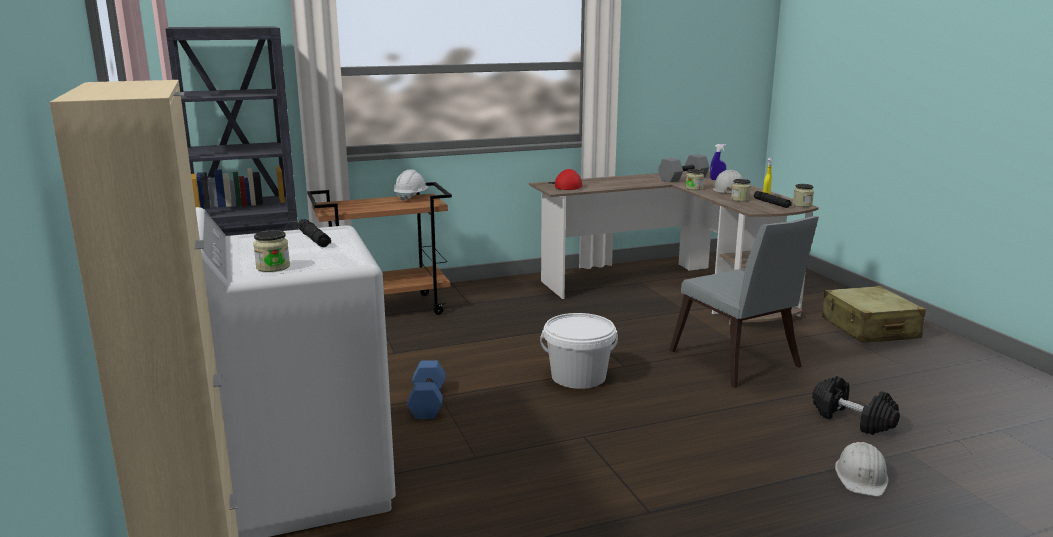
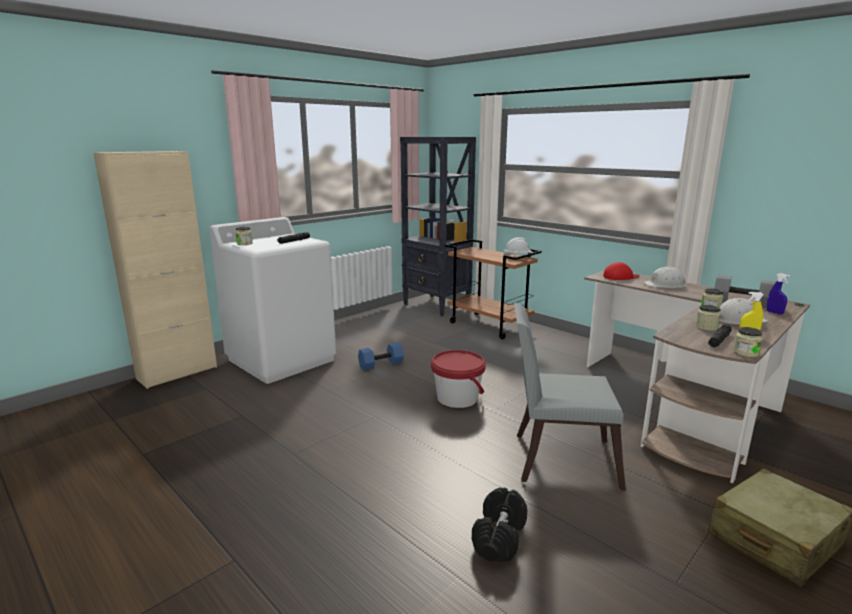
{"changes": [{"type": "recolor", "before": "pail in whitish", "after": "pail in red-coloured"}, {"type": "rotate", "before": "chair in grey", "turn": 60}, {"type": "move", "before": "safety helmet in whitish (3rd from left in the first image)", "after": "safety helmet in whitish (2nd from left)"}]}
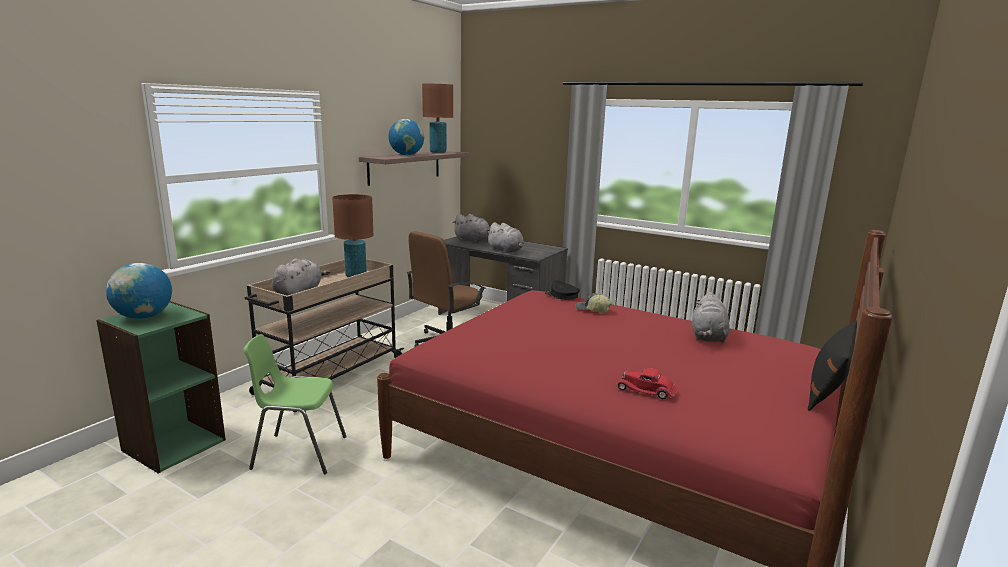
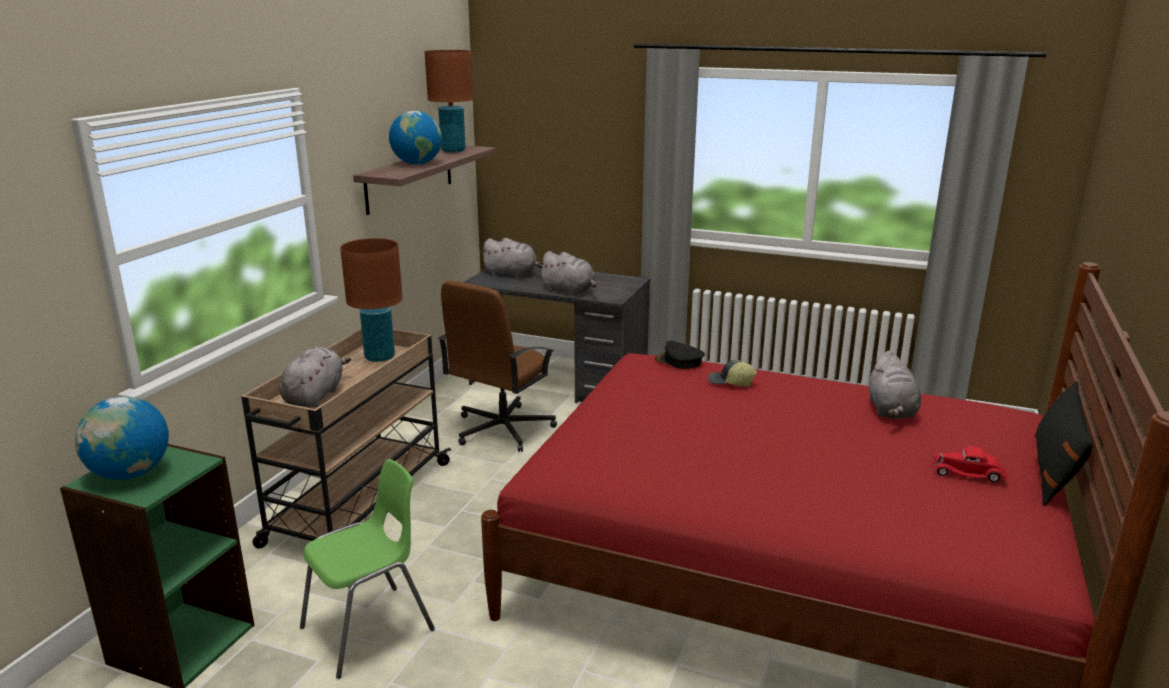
{"changes": [{"type": "rotate", "before": "chair in green", "turn": 150}, {"type": "move", "before": "model car in red-coloured"}]}
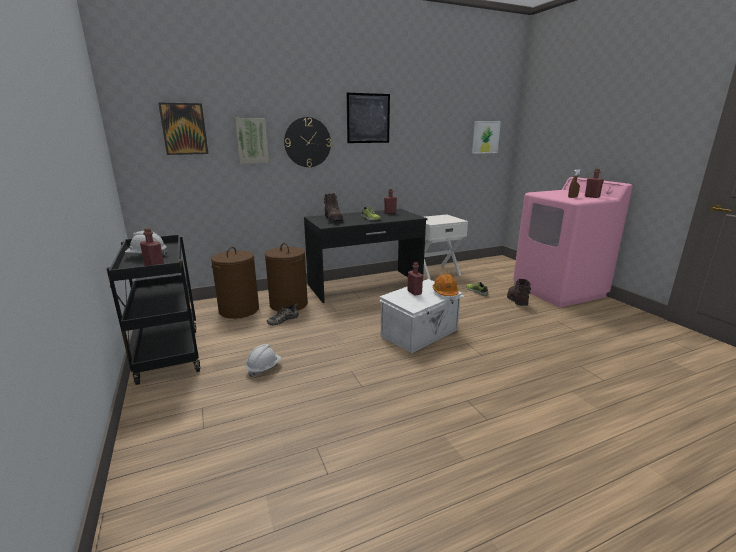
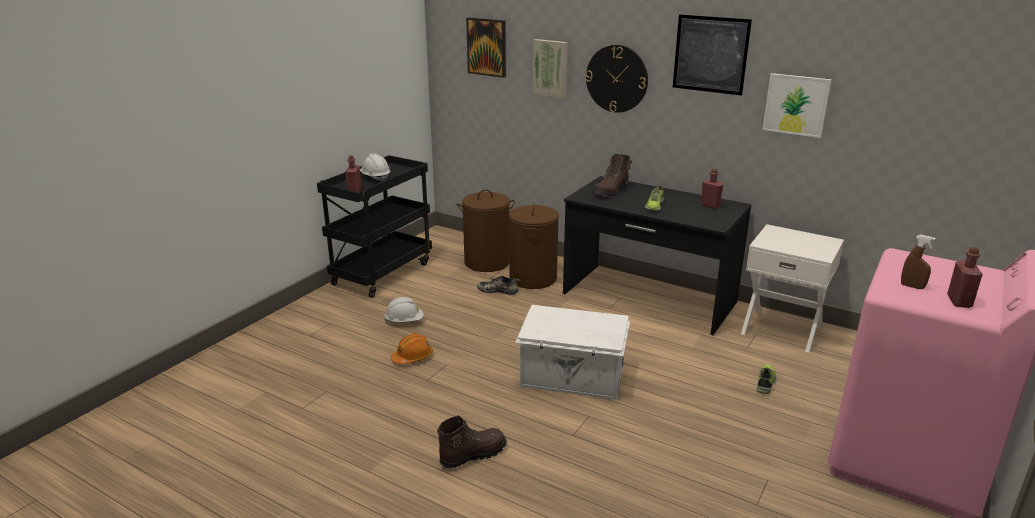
{"changes": [{"type": "delete", "before": "drink bottle in red-coloured (3rd from left)"}, {"type": "move", "before": "safety helmet in orange"}, {"type": "move", "before": "wall picture (4th from left)"}, {"type": "move", "before": "tall boot in brown (2nd from left in the first image)", "after": "tall boot in brown (1st from left)"}]}
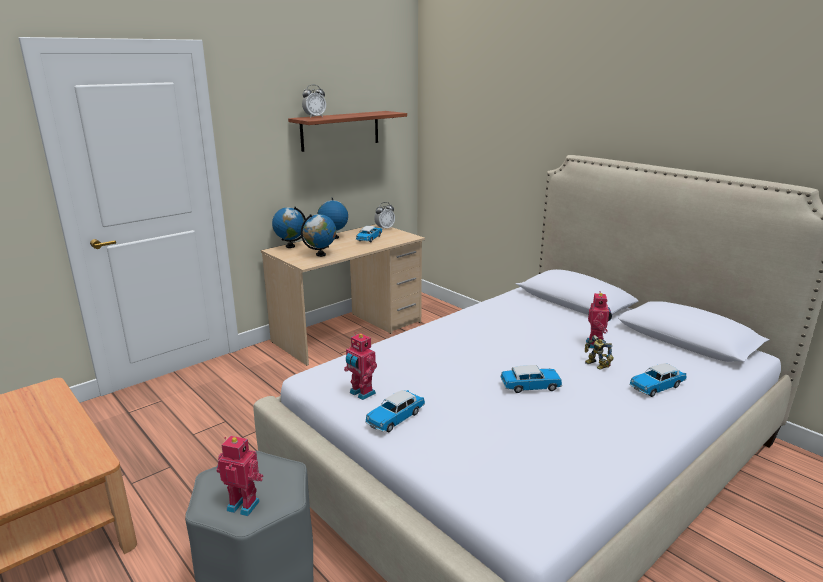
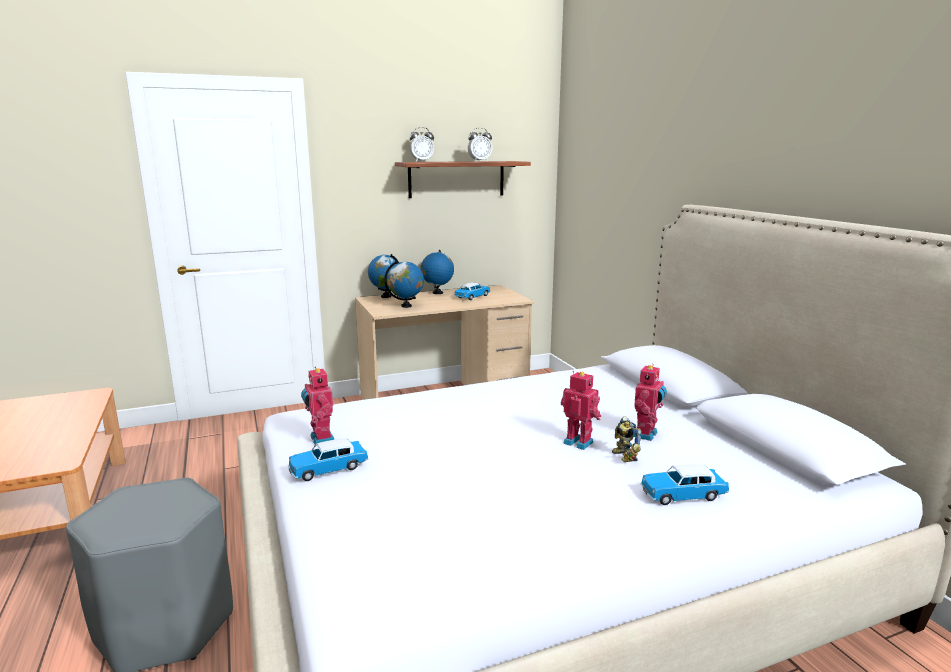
{"changes": [{"type": "move", "before": "toy robot (1st from left in the first image)", "after": "toy robot (2nd from left)"}, {"type": "move", "before": "table clock (2nd from left)"}, {"type": "delete", "before": "model car (3rd from left)"}]}
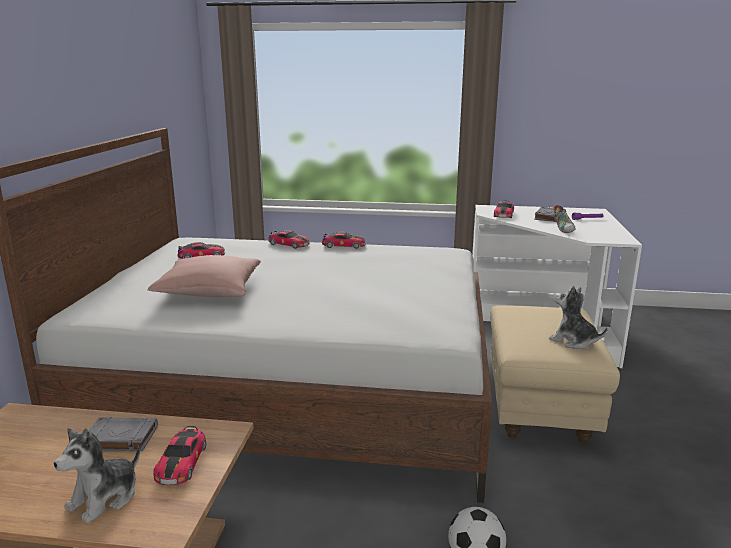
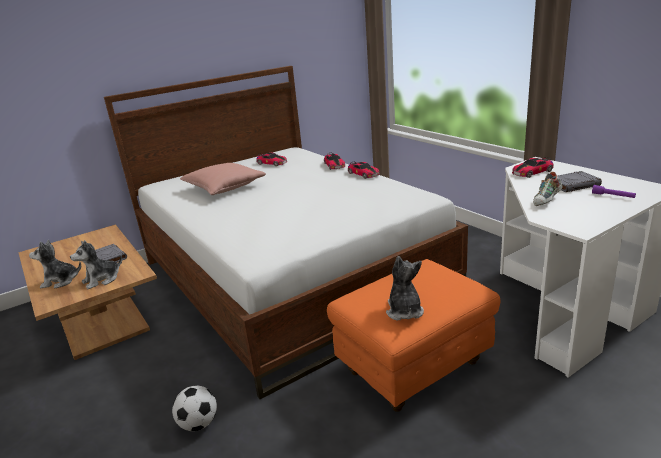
{"changes": [{"type": "replace", "before": "model car (1st from left)", "after": "plush toy (2nd from left)"}, {"type": "recolor", "before": "footrest in beige", "after": "footrest in orange"}]}
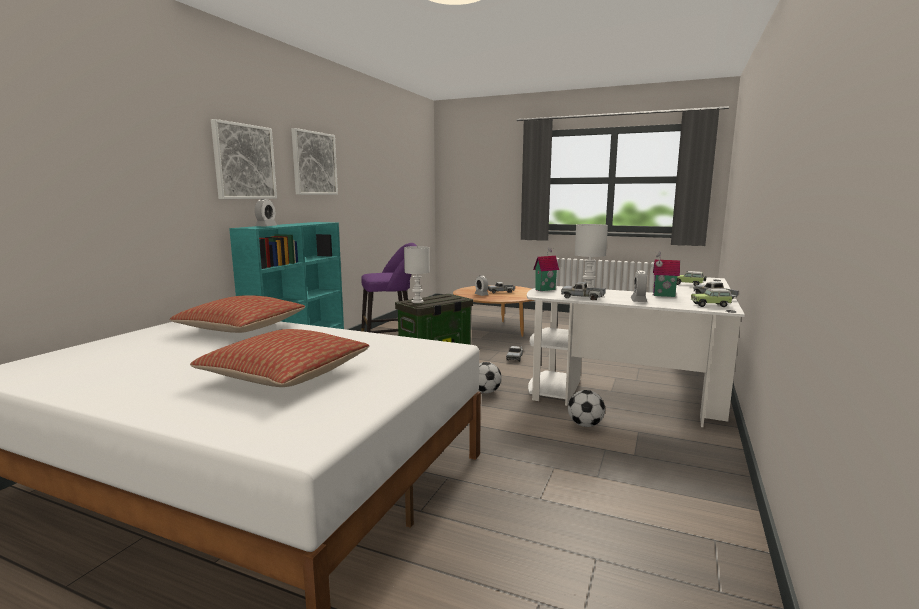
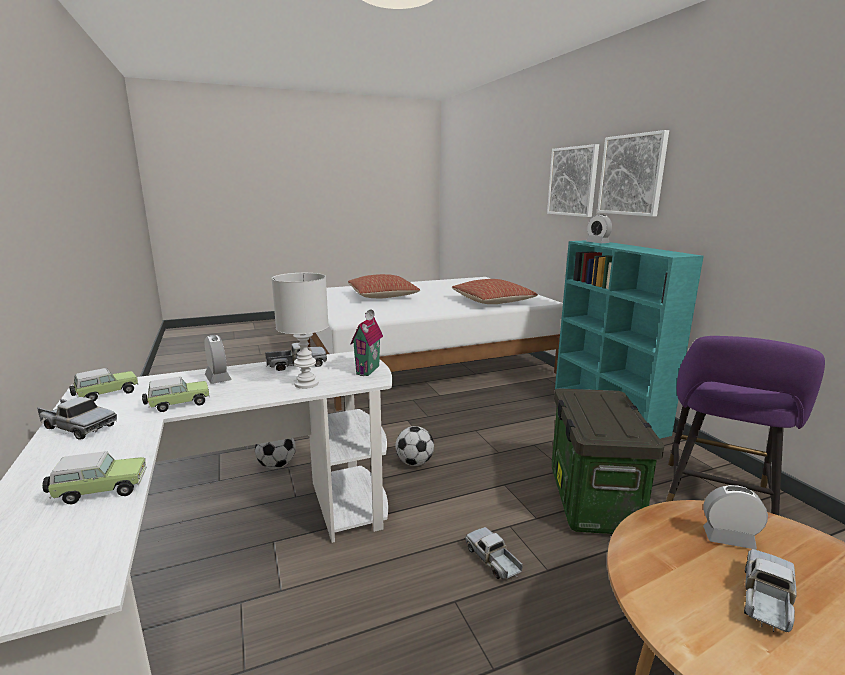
{"changes": [{"type": "move", "before": "wall picture (2nd from left in the first image)", "after": "wall picture (1st from left)"}, {"type": "delete", "before": "table lamp in whitish (1st from left)"}, {"type": "replace", "before": "model house (2nd from left)", "after": "model car (3rd from left)"}]}
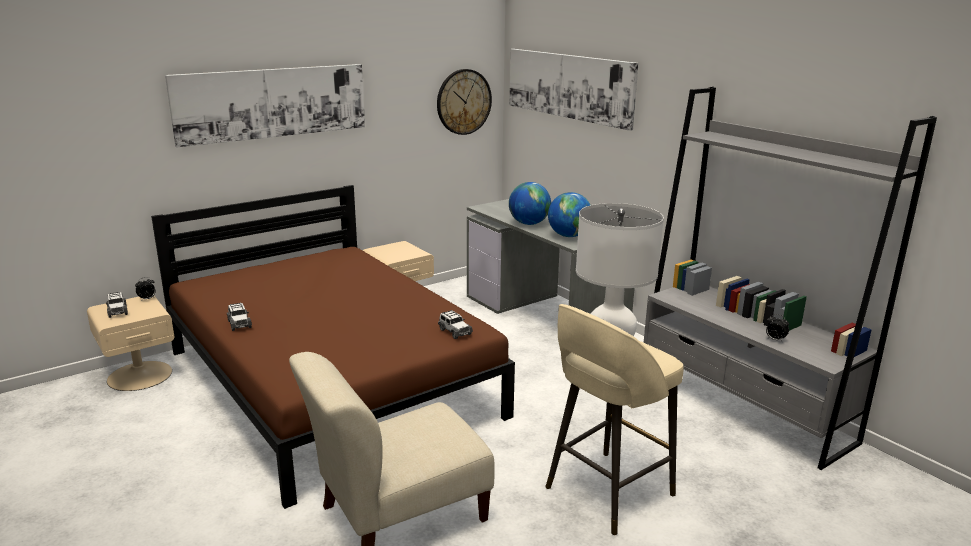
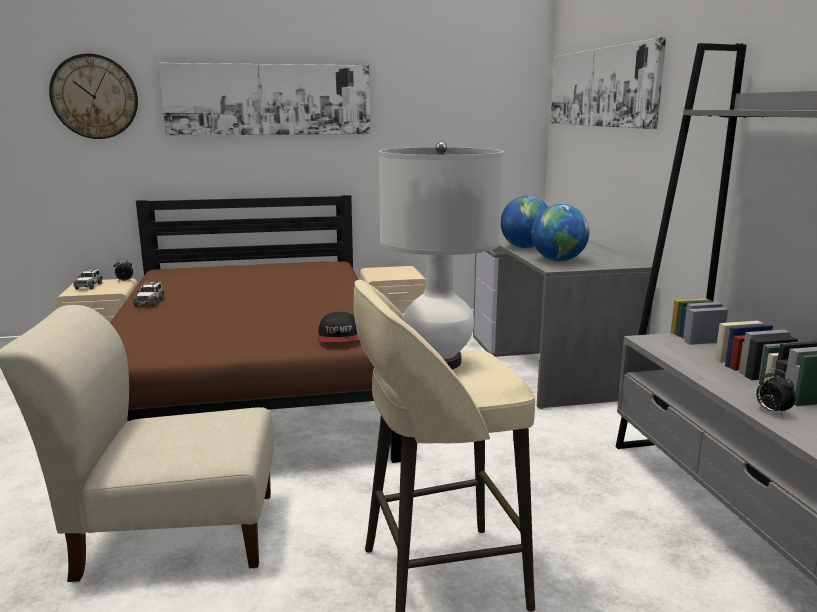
{"changes": [{"type": "move", "before": "clock on the wall"}, {"type": "replace", "before": "model car (3rd from left)", "after": "peaked cap"}]}
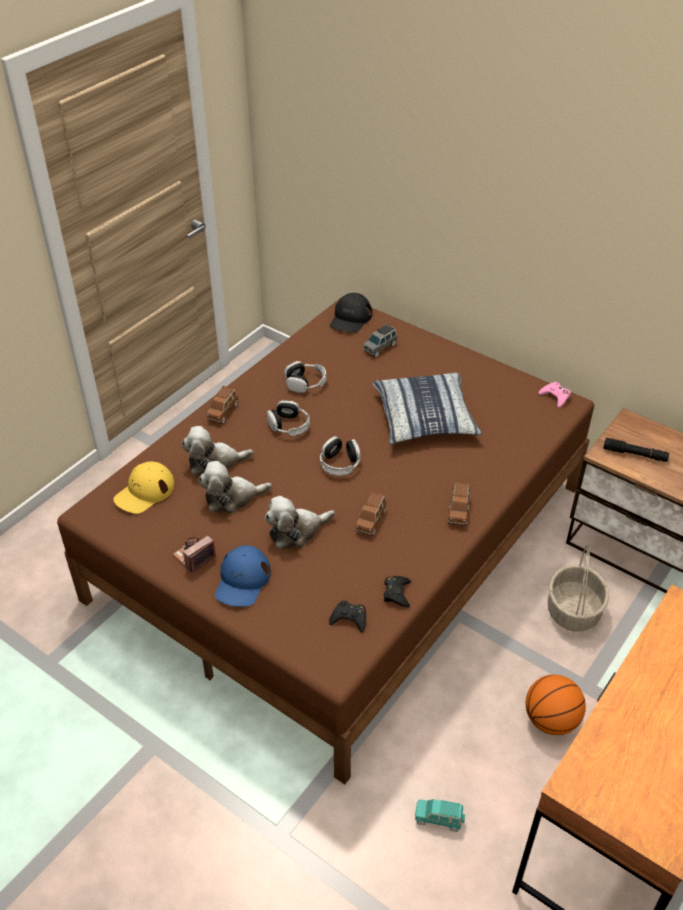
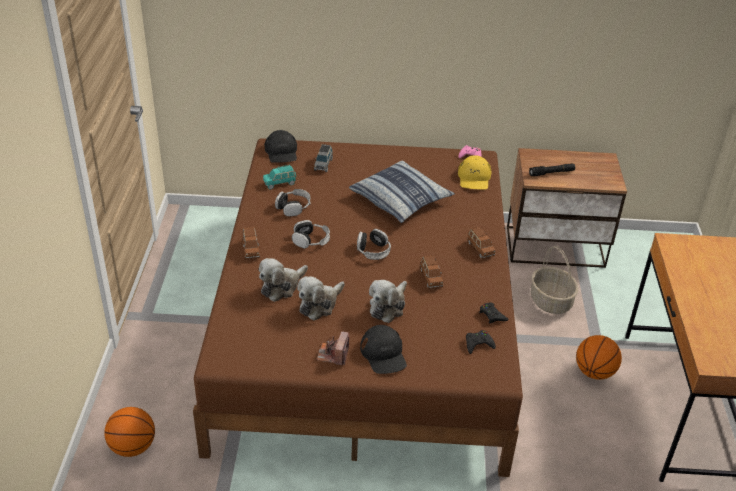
{"changes": [{"type": "move", "before": "peaked cap in yellowish"}, {"type": "recolor", "before": "peaked cap in blue", "after": "peaked cap in blackish (2nd from left)"}, {"type": "move", "before": "model car in blue-green"}, {"type": "insert", "after": "basketball (1st from left)"}]}
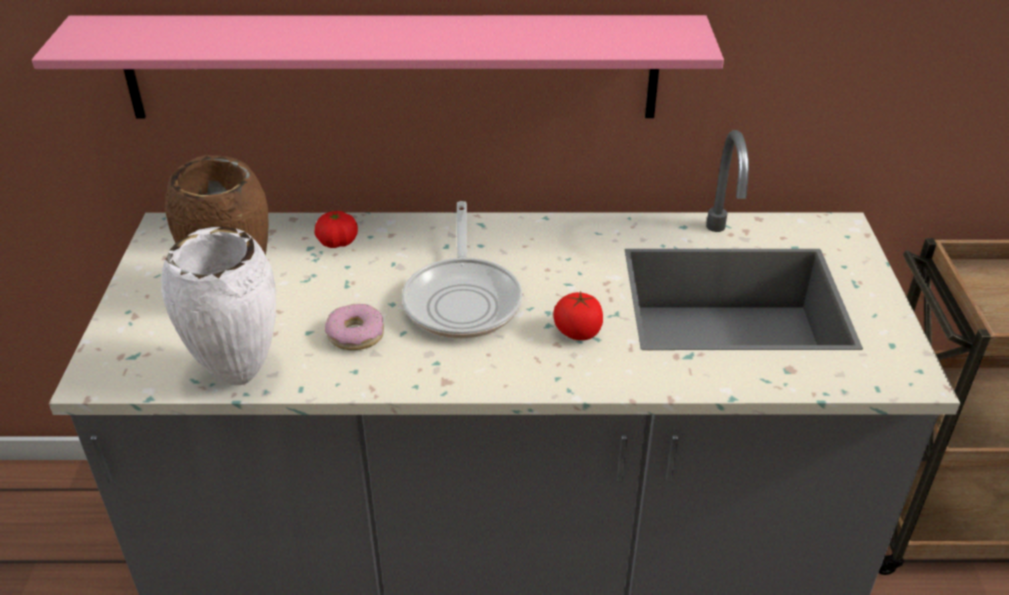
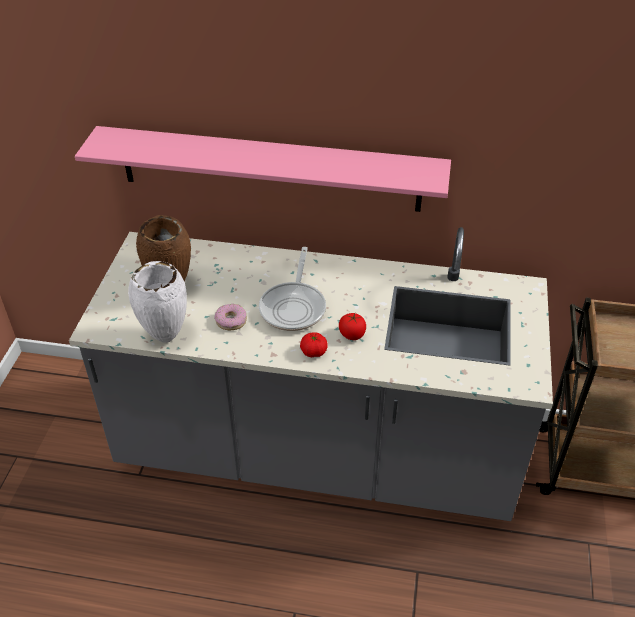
{"changes": [{"type": "move", "before": "fresh tomato (1st from left)"}]}
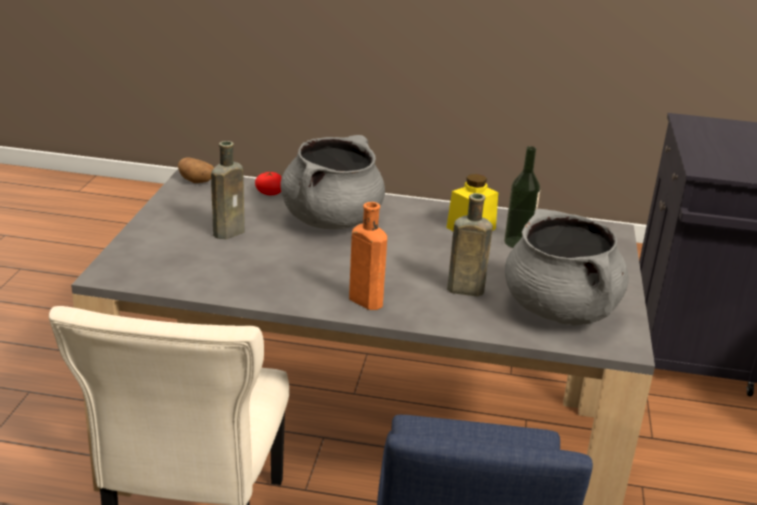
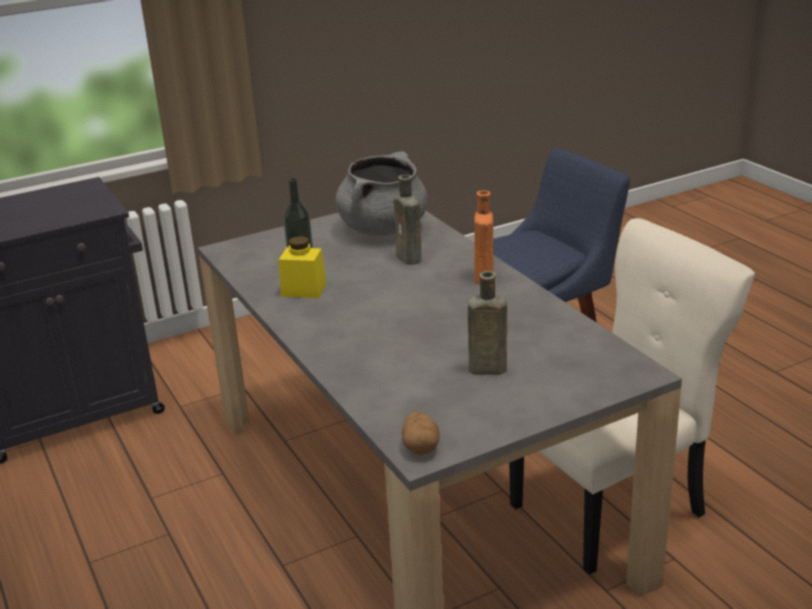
{"changes": [{"type": "delete", "before": "fresh tomato"}, {"type": "delete", "before": "stockpot in grey (1st from left)"}]}
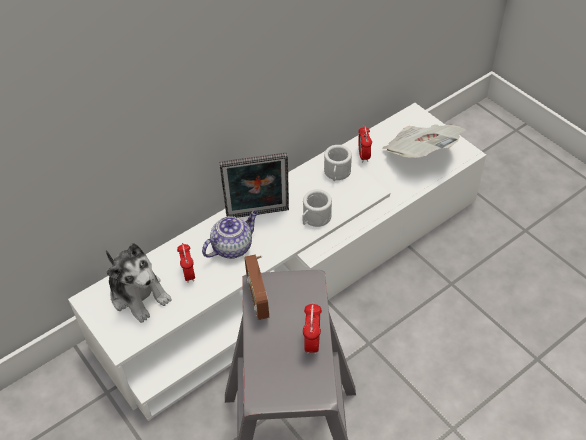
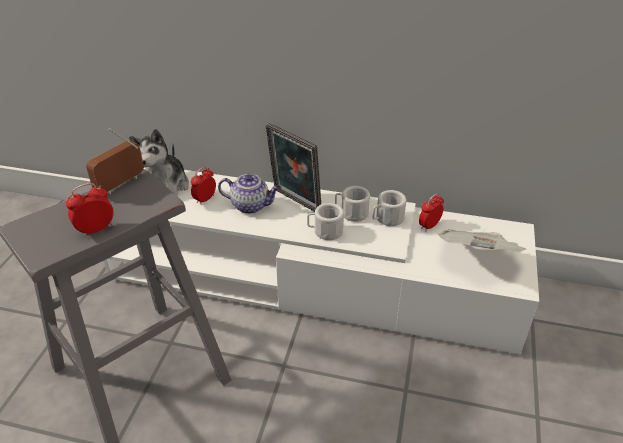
{"changes": [{"type": "insert", "after": "tea mug in whitish (2nd from left)"}]}
